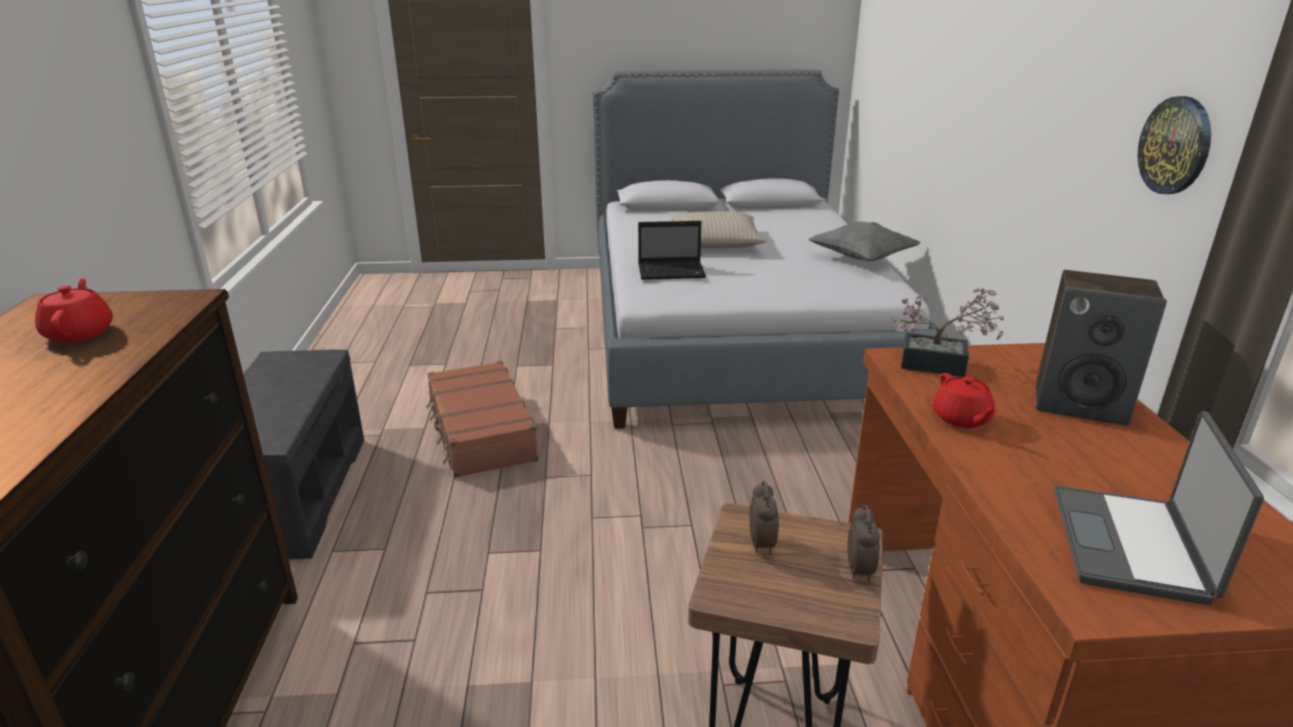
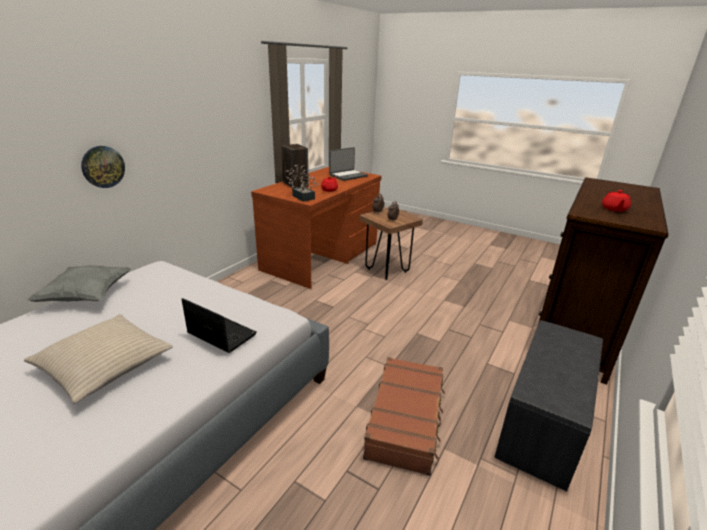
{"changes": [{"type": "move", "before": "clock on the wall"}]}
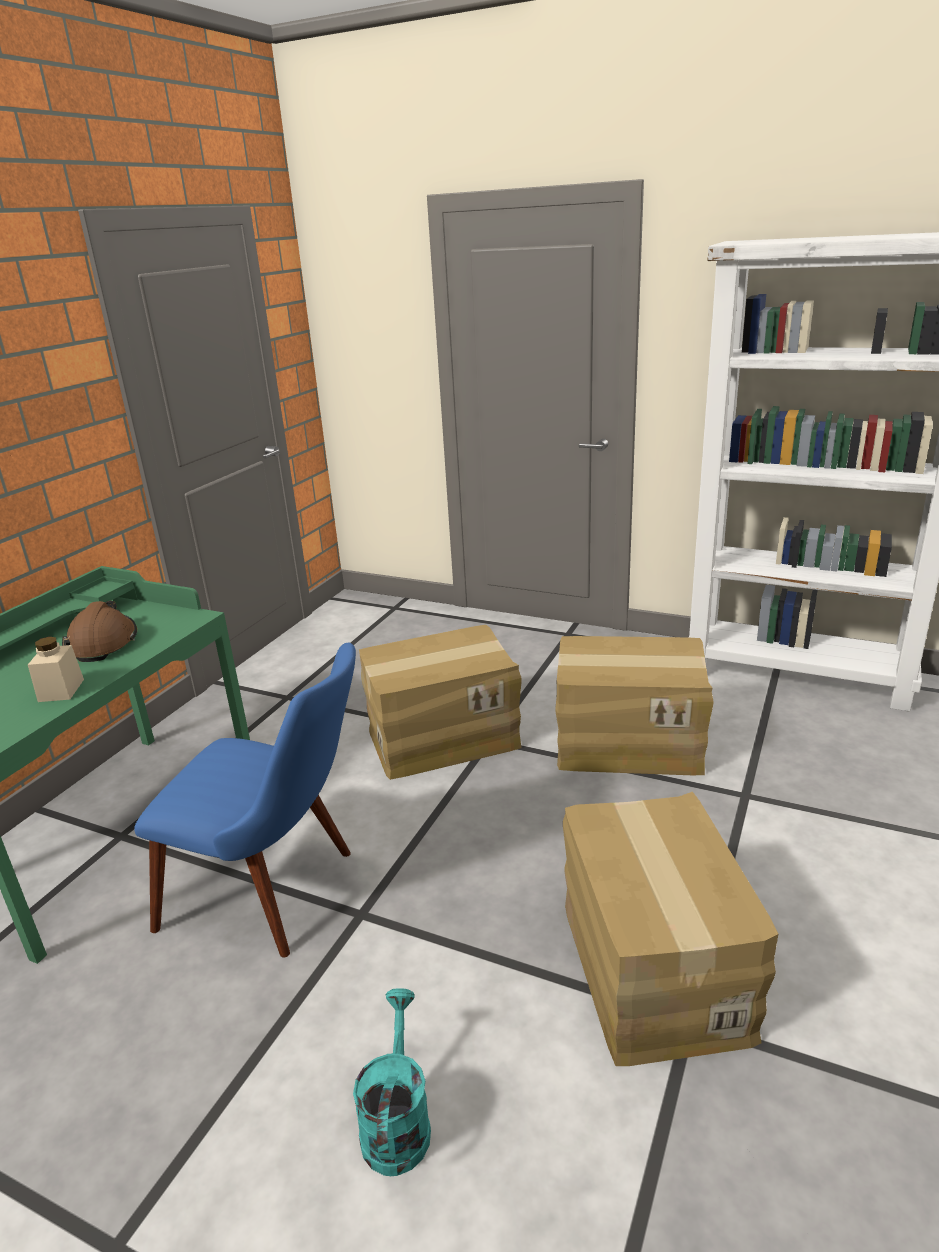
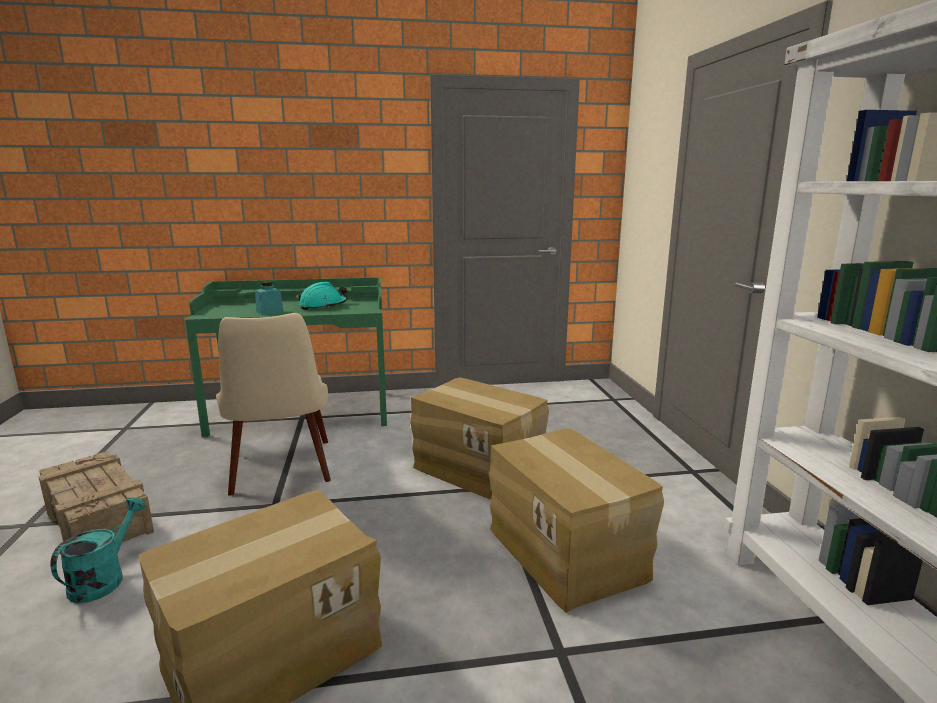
{"changes": [{"type": "recolor", "before": "preserve jar in beige", "after": "preserve jar in blue-green"}, {"type": "recolor", "before": "safety helmet in brown", "after": "safety helmet in blue-green"}, {"type": "recolor", "before": "chair in blue", "after": "chair in beige"}, {"type": "rotate", "before": "watering can in blue-green", "turn": -45}, {"type": "insert", "after": "shipping crate"}]}
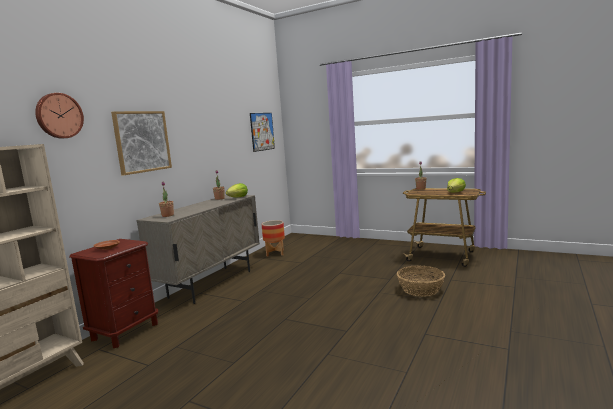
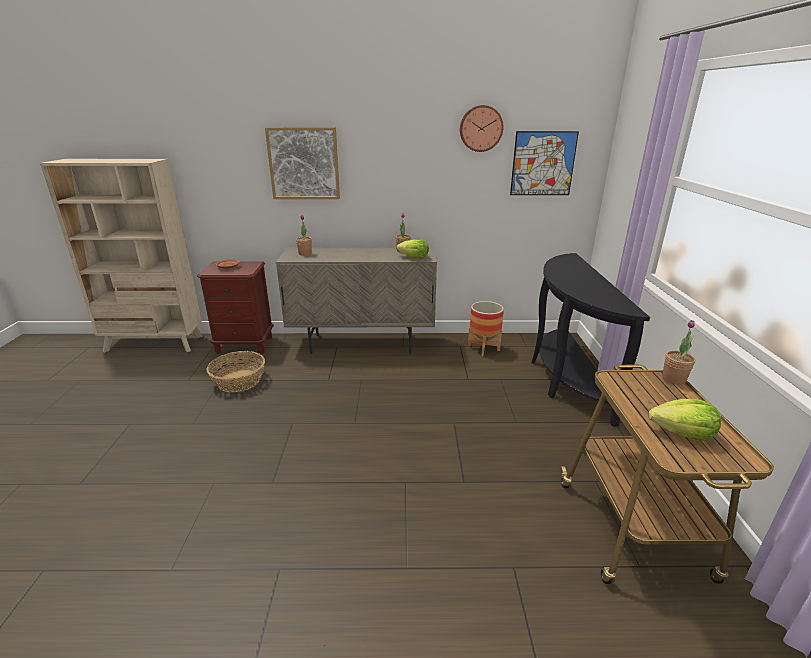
{"changes": [{"type": "move", "before": "clock on the wall"}, {"type": "move", "before": "household basket"}, {"type": "insert", "after": "hall table in blackish"}]}
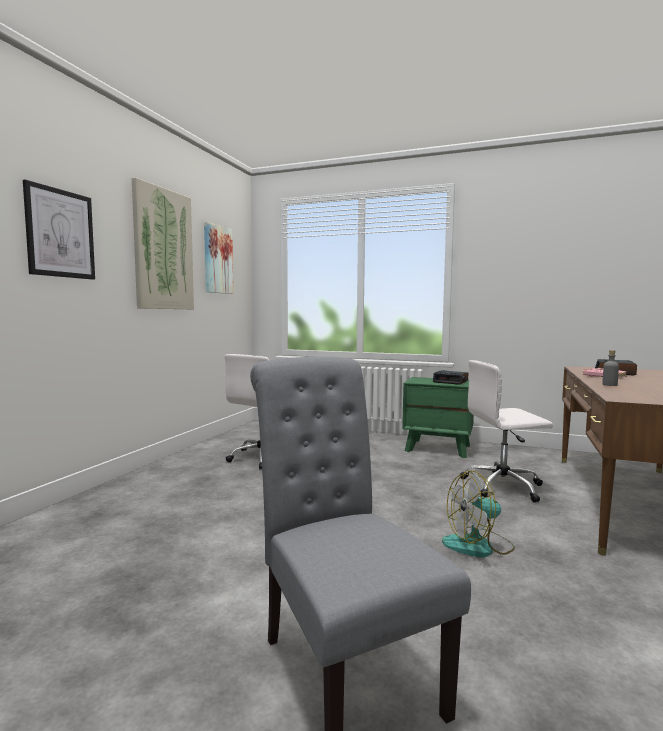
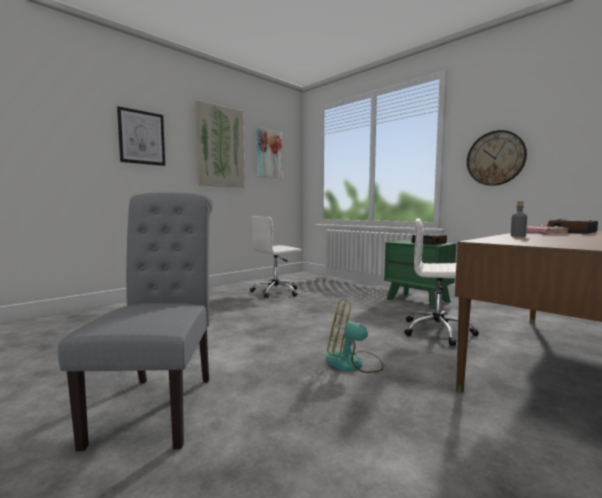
{"changes": [{"type": "insert", "after": "clock on the wall"}]}
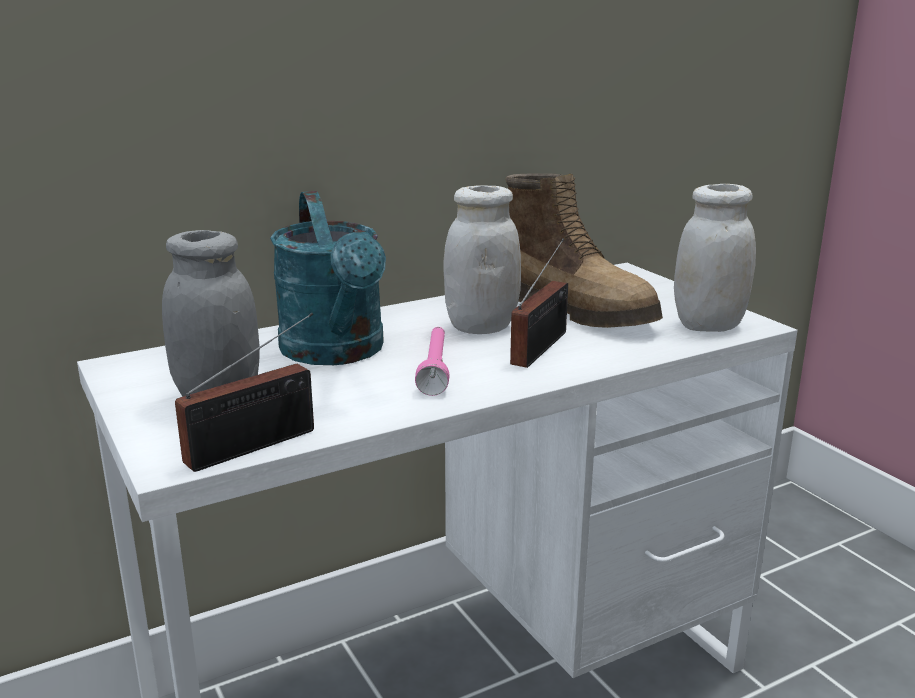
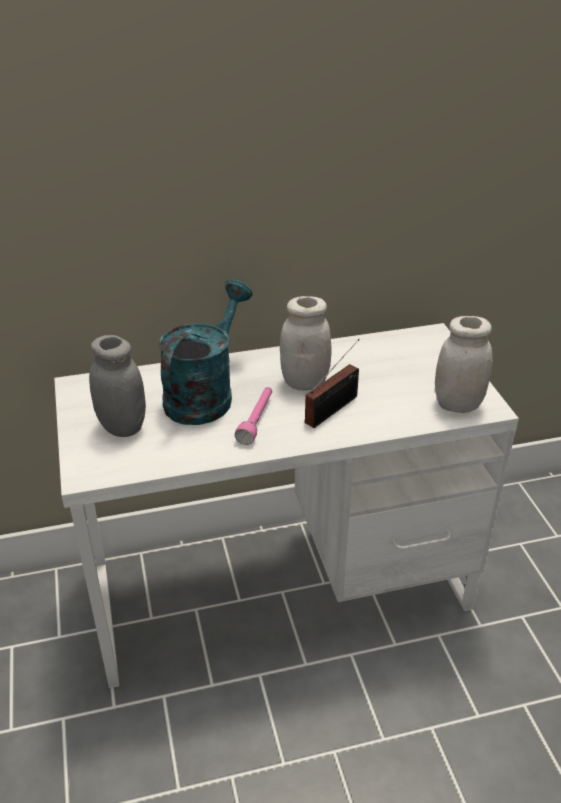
{"changes": [{"type": "delete", "before": "radio receiver (1st from left)"}, {"type": "rotate", "before": "watering can in blue-green", "turn": -150}, {"type": "delete", "before": "tall boot"}]}
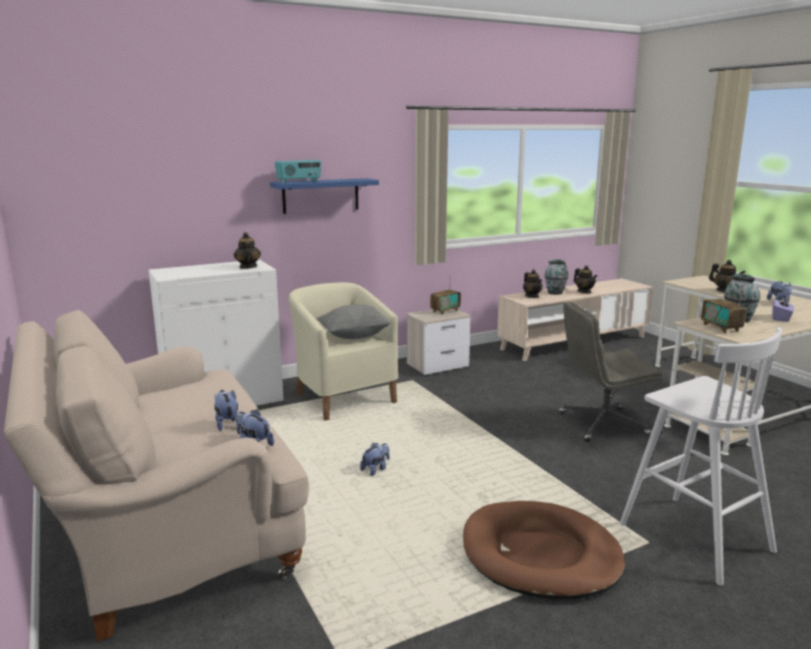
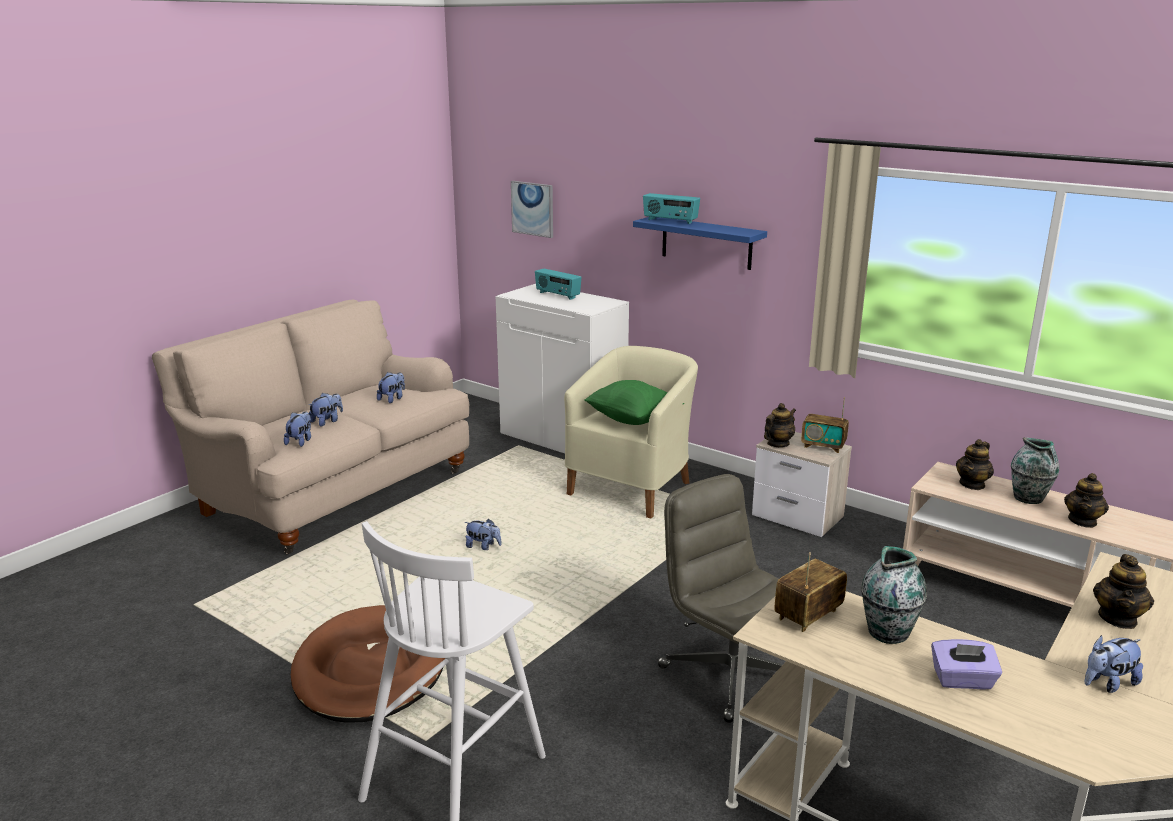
{"changes": [{"type": "move", "before": "tea pot (1st from left)"}, {"type": "recolor", "before": "pillow in grey", "after": "pillow in green"}, {"type": "insert", "after": "plush toy (3rd from left)"}, {"type": "insert", "after": "wall picture"}, {"type": "insert", "after": "radio receiver (1st from left)"}]}
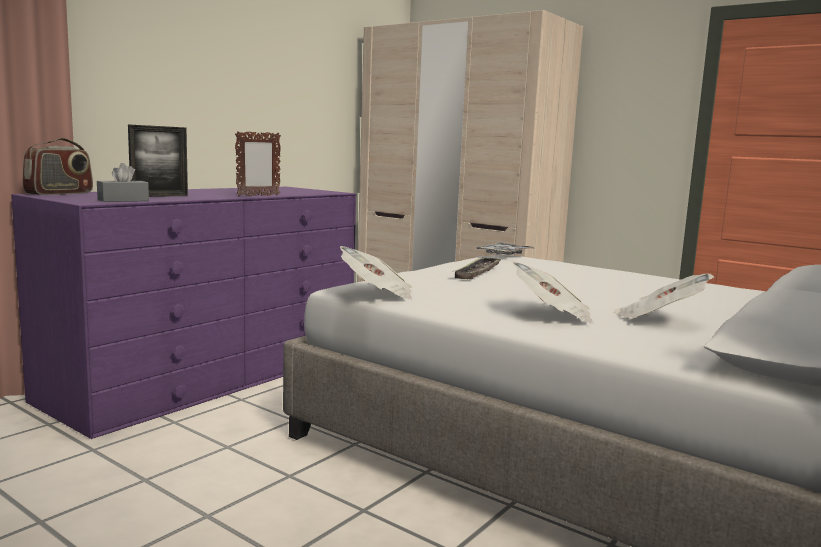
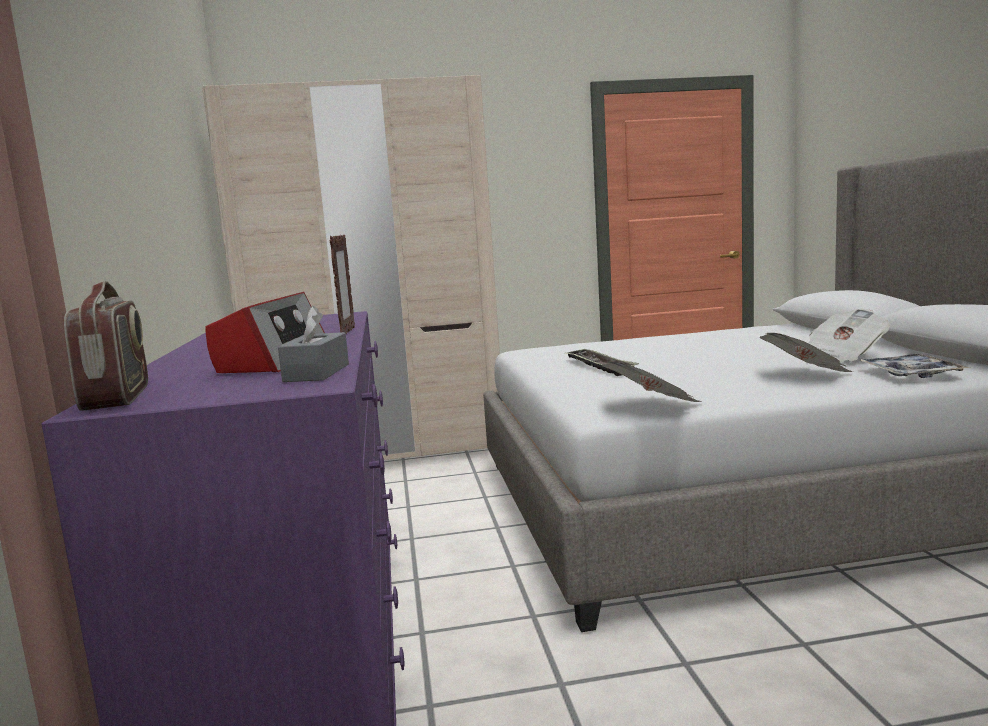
{"changes": [{"type": "replace", "before": "picture frame (1st from left)", "after": "radio receiver (2nd from left)"}, {"type": "move", "before": "carrying tray (2nd from left)"}]}
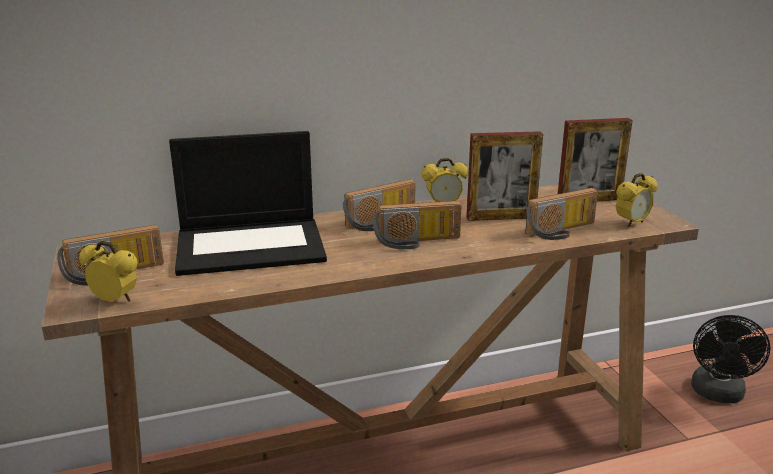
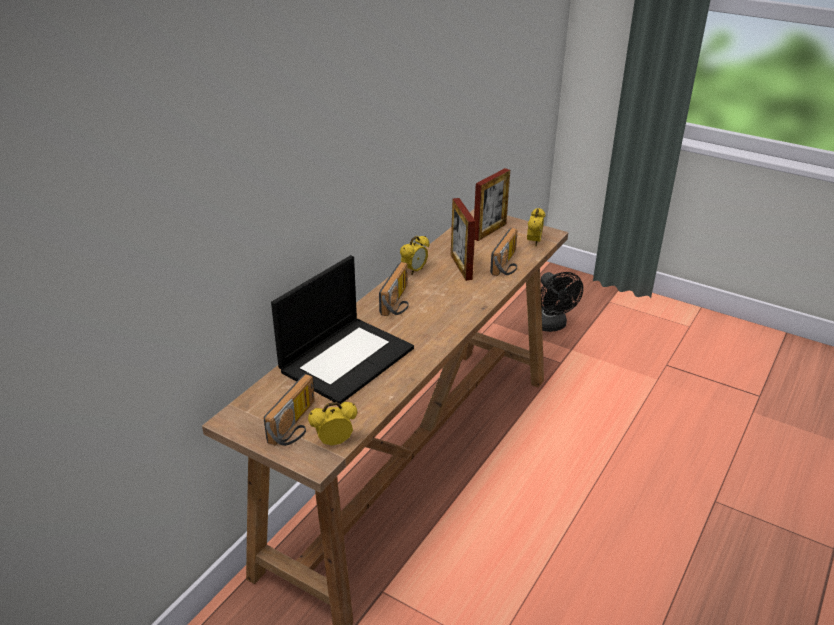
{"changes": [{"type": "delete", "before": "radio receiver (3rd from left)"}, {"type": "rotate", "before": "picture frame (1st from left)", "turn": 120}]}
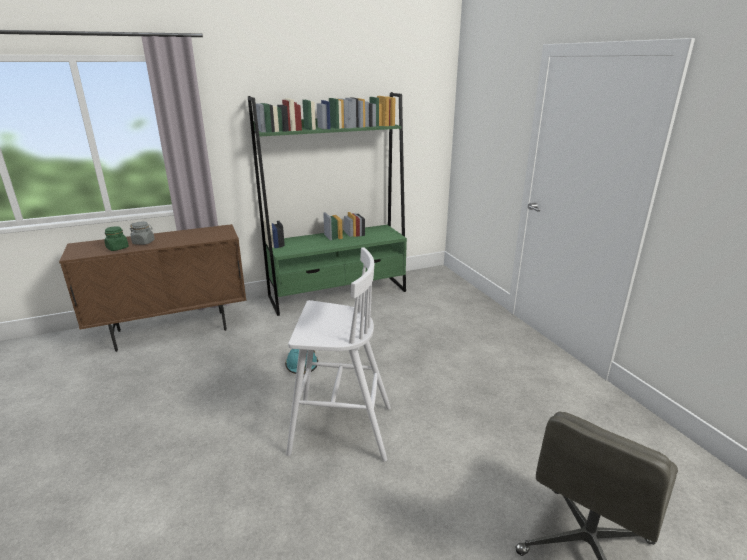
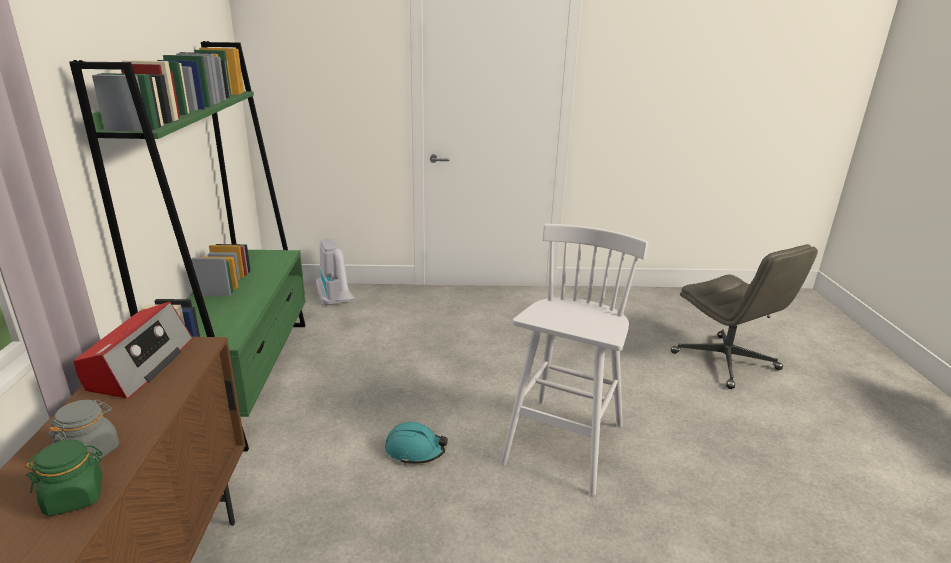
{"changes": [{"type": "insert", "after": "radio receiver"}, {"type": "insert", "after": "vacuum cleaner"}]}
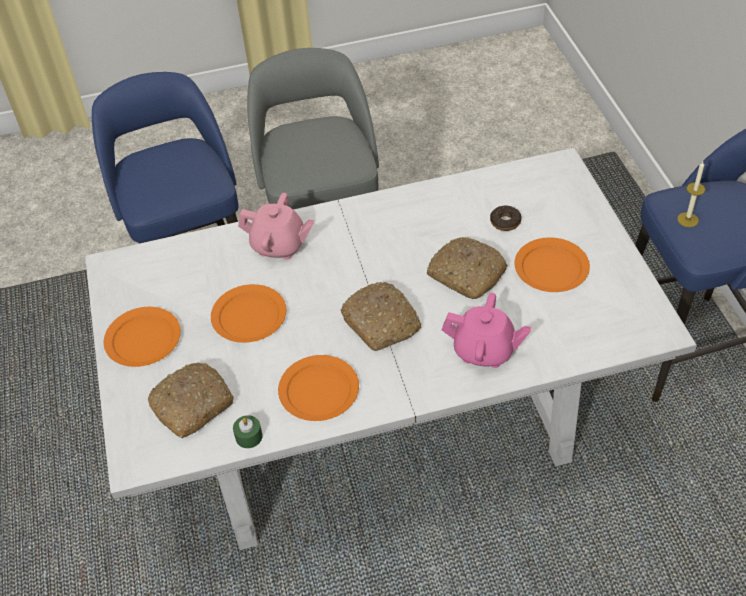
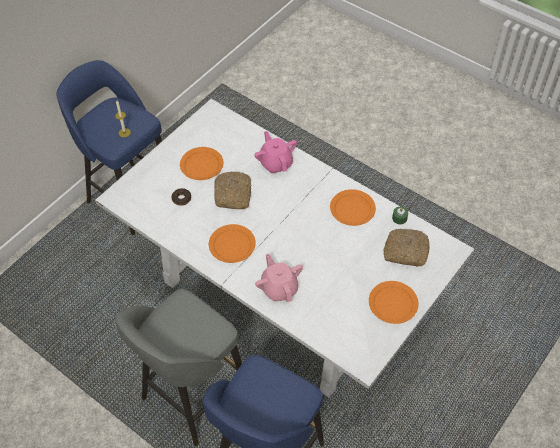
{"changes": [{"type": "move", "before": "dinner plate in orange (2nd from left)"}, {"type": "delete", "before": "bakery bread (2nd from left)"}]}
